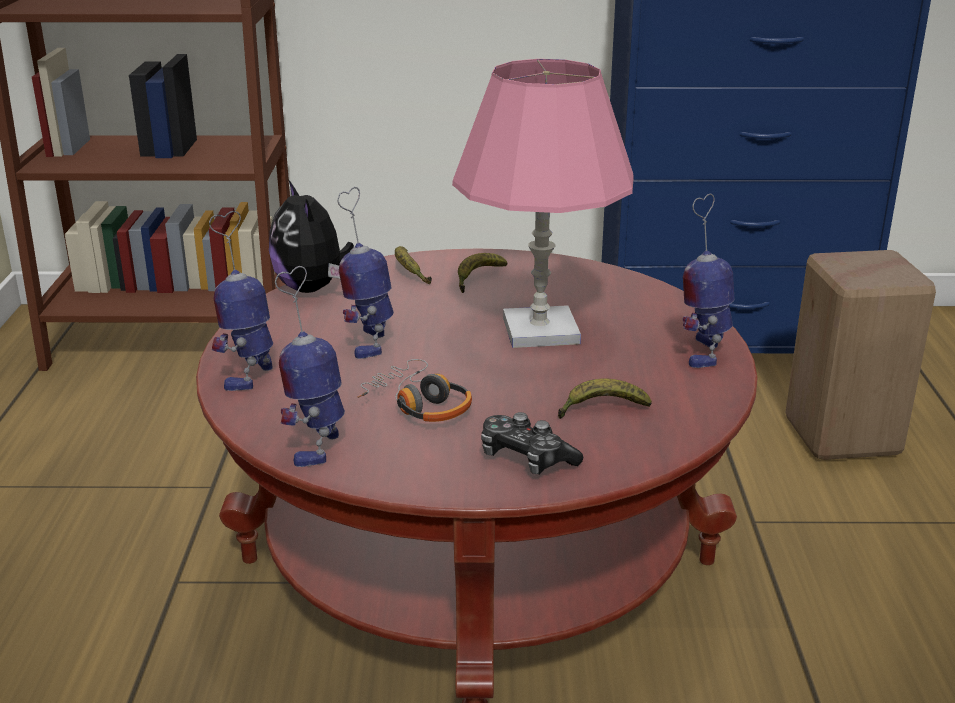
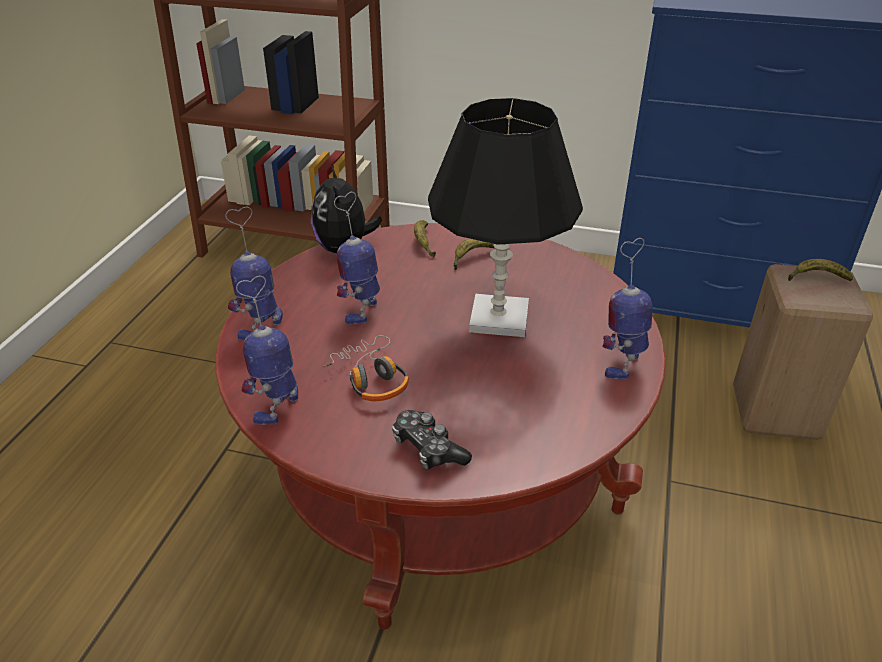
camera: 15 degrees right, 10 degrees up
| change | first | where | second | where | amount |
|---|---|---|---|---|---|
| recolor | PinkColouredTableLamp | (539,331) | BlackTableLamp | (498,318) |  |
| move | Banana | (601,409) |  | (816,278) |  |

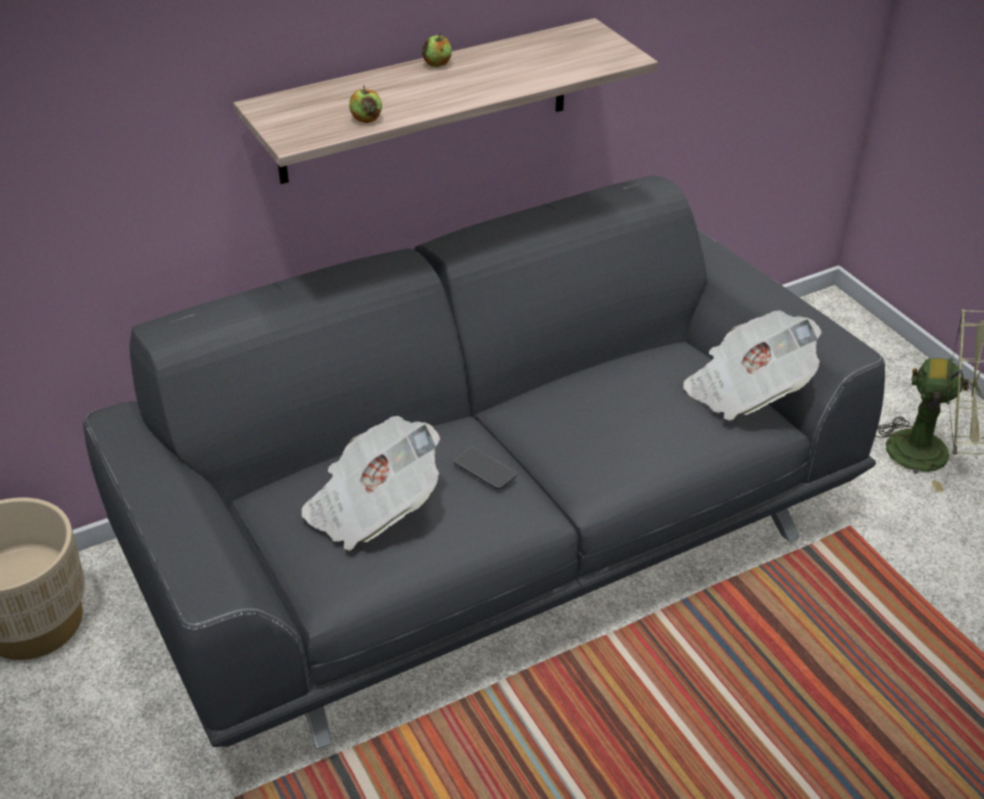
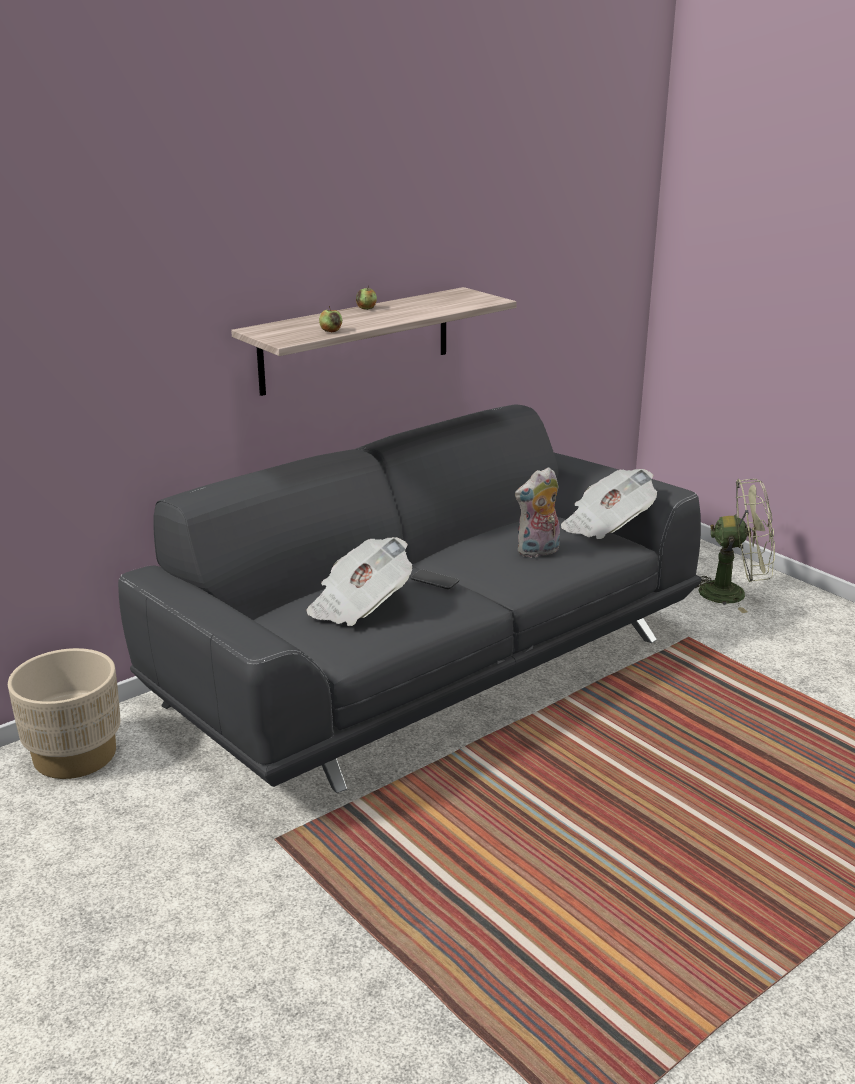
camera: 10 degrees left, 15 degrees down
| change | first | where | second | where | amount |
|---|---|---|---|---|---|
| insert |  |  | CuddlyToy | (538,552) |  |

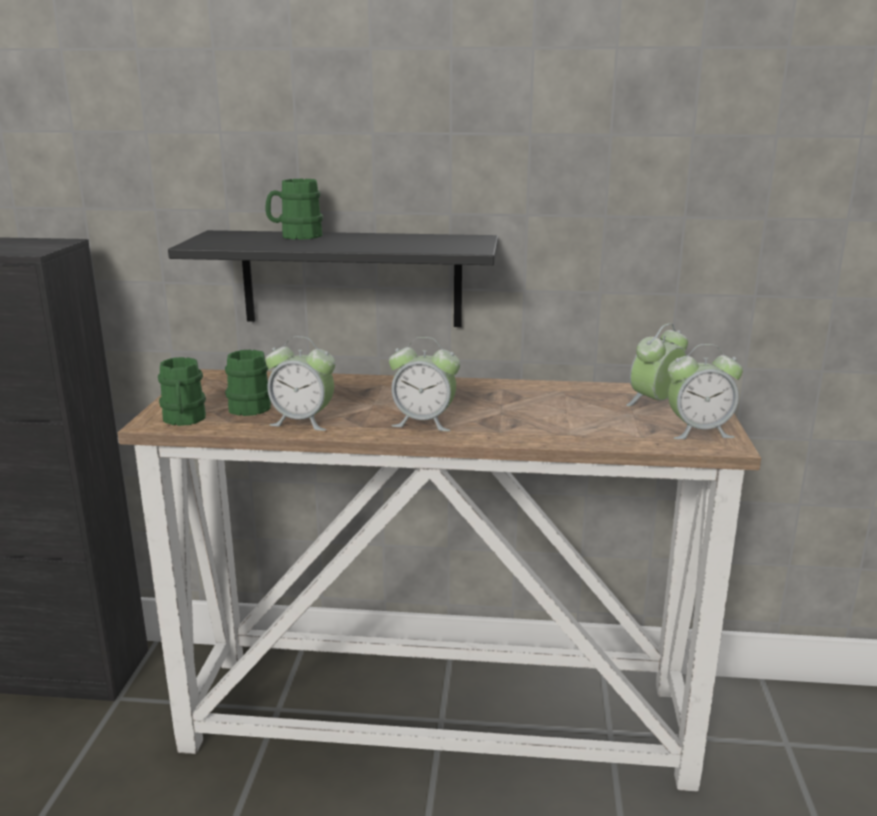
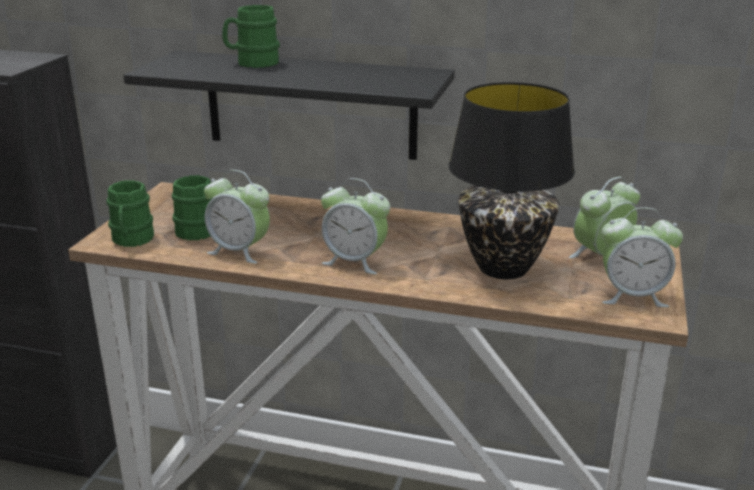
camera: 10 degrees right, 5 degrees up
| change | first | where | second | where | amount |
|---|---|---|---|---|---|
| insert |  |  | BlackTableLamp | (504,268) |  |

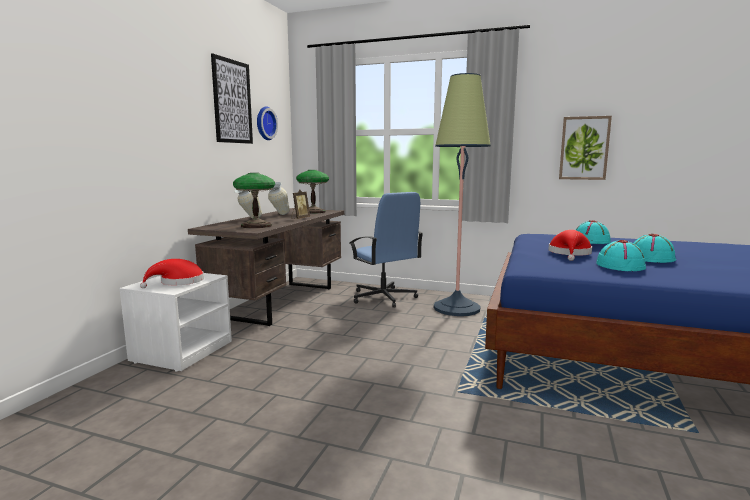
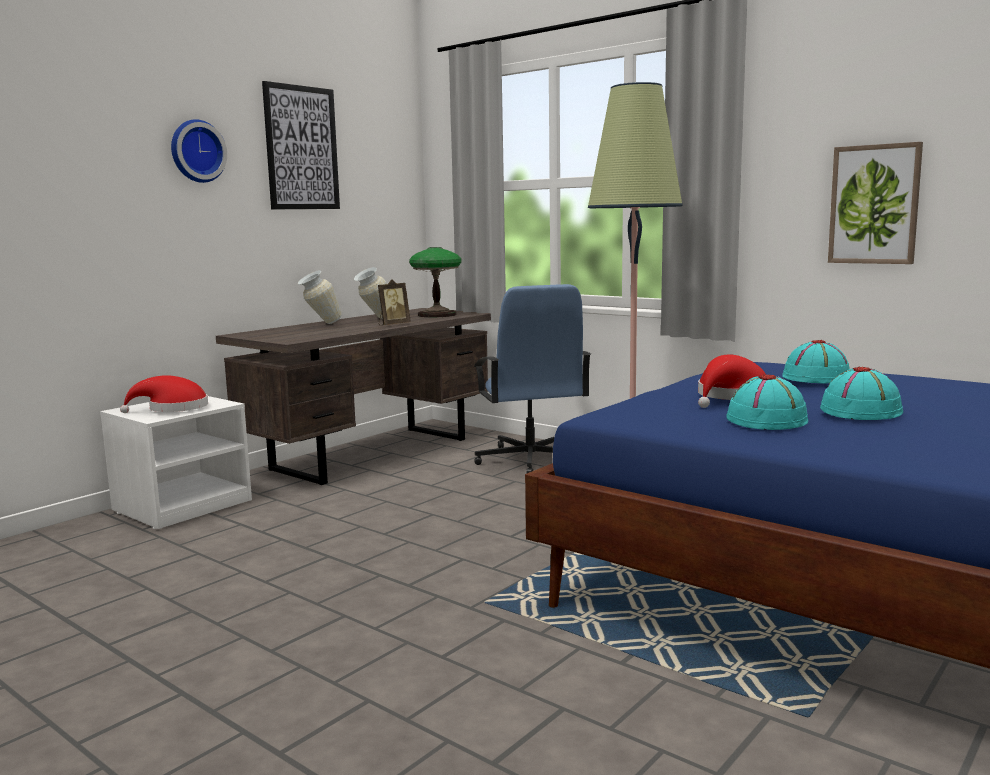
camera: 20 degrees right, 0 degrees up
| change | first | where | second | where | amount |
|---|---|---|---|---|---|
| move | WallClock | (264,123) |  | (196,151) |  |
| delete | TableLamp | (256,226) |  |  |  |

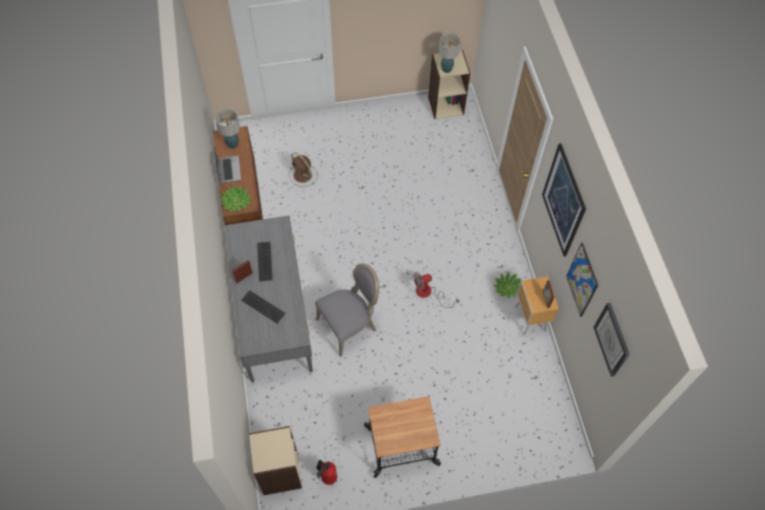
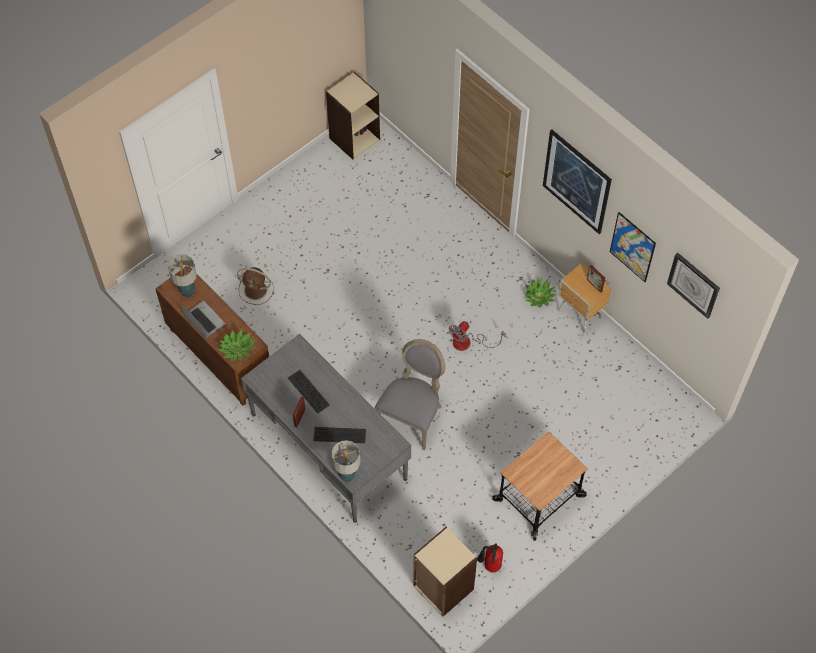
camera: 30 degrees left, 0 degrees up
| change | first | where | second | where | amount |
|---|---|---|---|---|---|
| move | TableLamp | (447,69) |  | (348,476) |  |

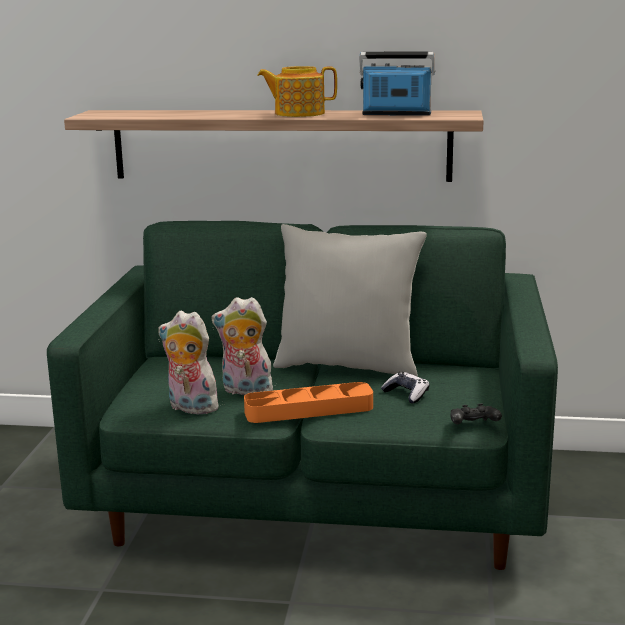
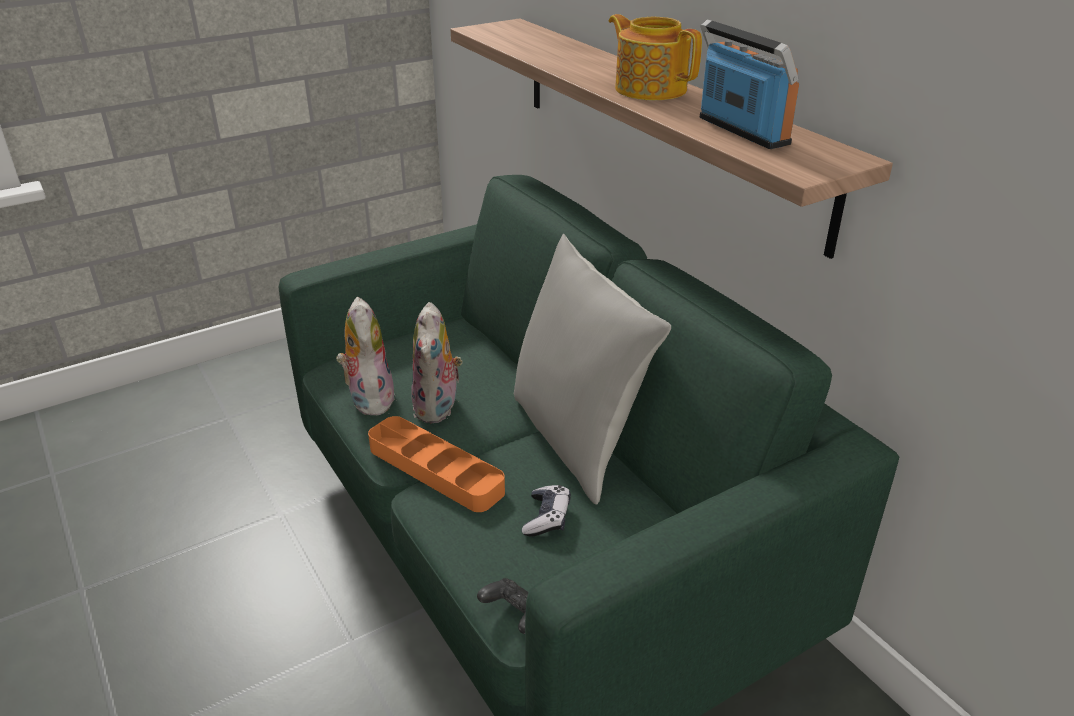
camera: 50 degrees right, 15 degrees up
| change | first | where | second | where | amount |
|---|---|---|---|---|---|
| rotate | CuddlyToy | (245,391) |  | (438,408) | 150 degrees counterclockwise |

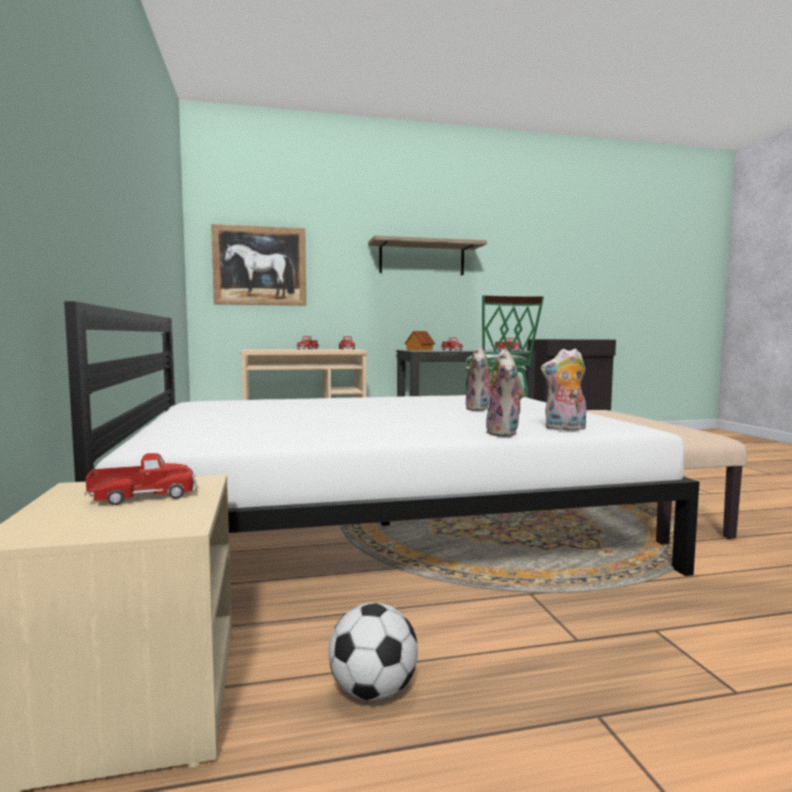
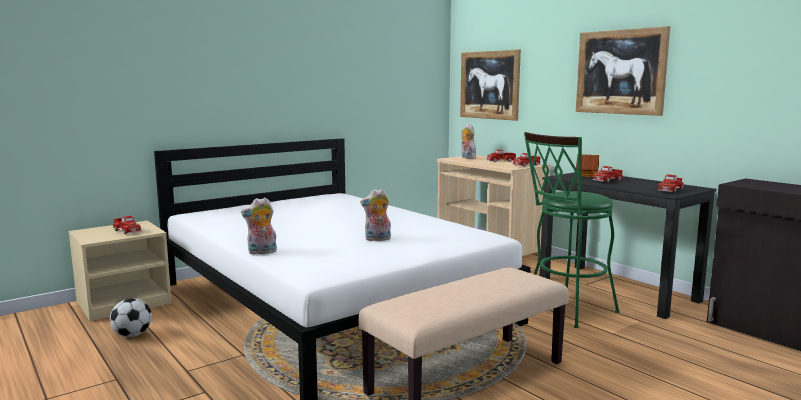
camera: 65 degrees right, 5 degrees up
| change | first | where | second | where | amount |
|---|---|---|---|---|---|
| replace | Shelf | (422,258) | WallPicture | (620,72) |  |
| move | CuddlyToy | (565,429) |  | (467,158) |  |

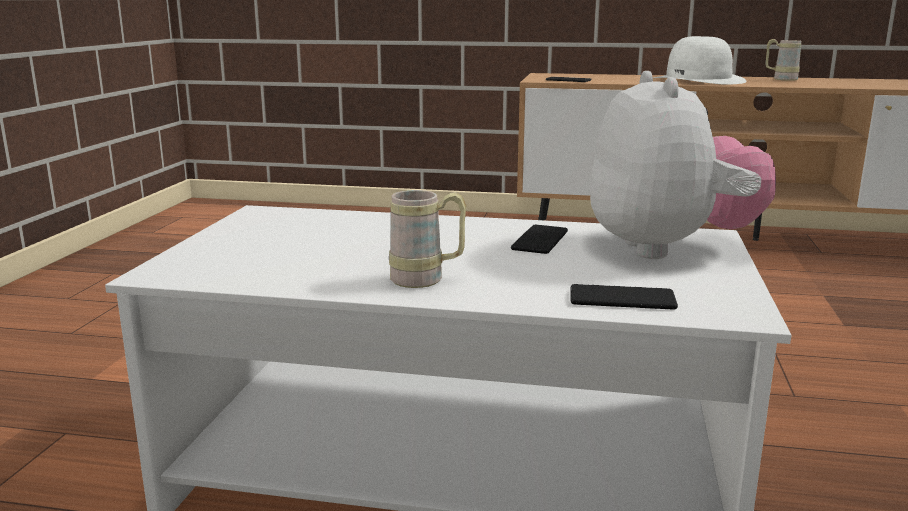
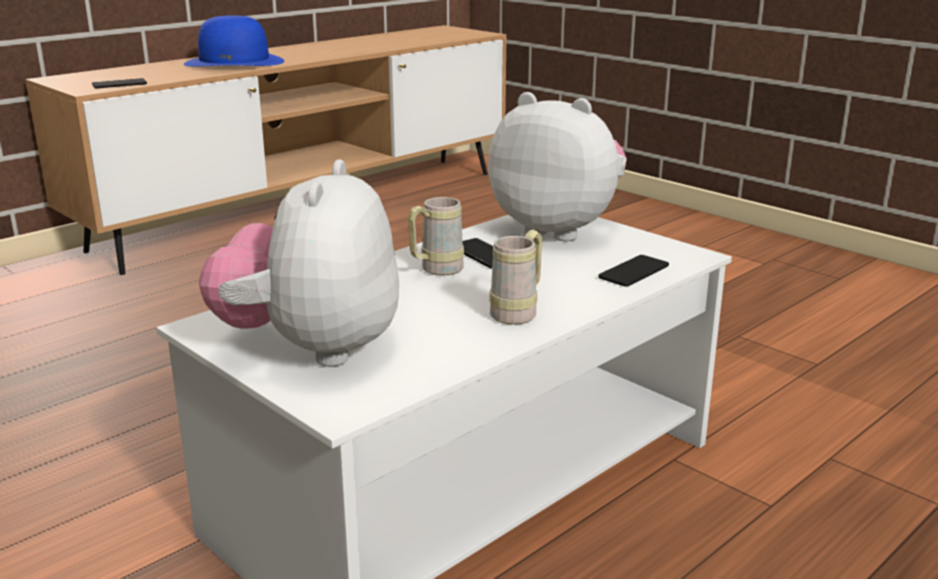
camera: 55 degrees left, 5 degrees up
| change | first | where | second | where | amount |
|---|---|---|---|---|---|
| recolor | WhiteColouredWearableHat | (698,80) | BlueWearableHat | (235,62) |  |
| move | BeigeColouredTeaMug | (780,79) |  | (435,270) |  |
| insert |  |  | CuddlyToy | (312,349) |  |

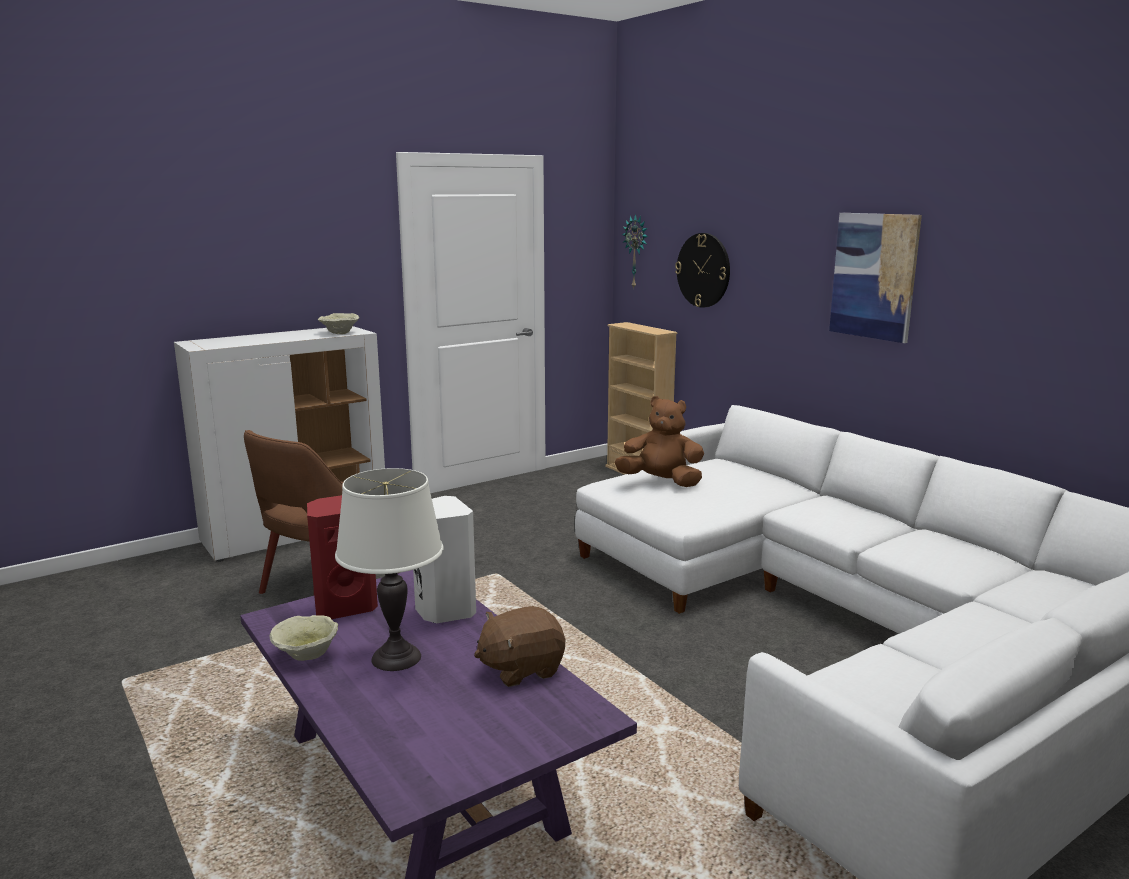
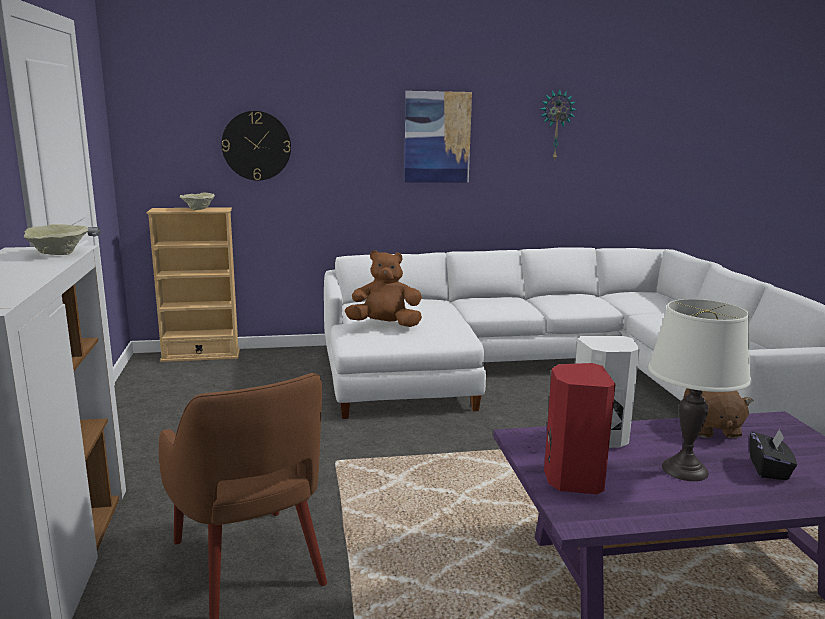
camera: 65 degrees left, 0 degrees up
| change | first | where | second | where | amount |
|---|---|---|---|---|---|
| move | WallClock | (637,252) |  | (555,125) |  |
| rotate | BrownColouredCuddlyToy | (661,482) |  | (385,325) | 45 degrees clockwise |
| move | BeigeColouredBowl | (306,654) |  | (197,209) |  |
| insert |  |  | BlackTissueHolder | (769,469) |  |

